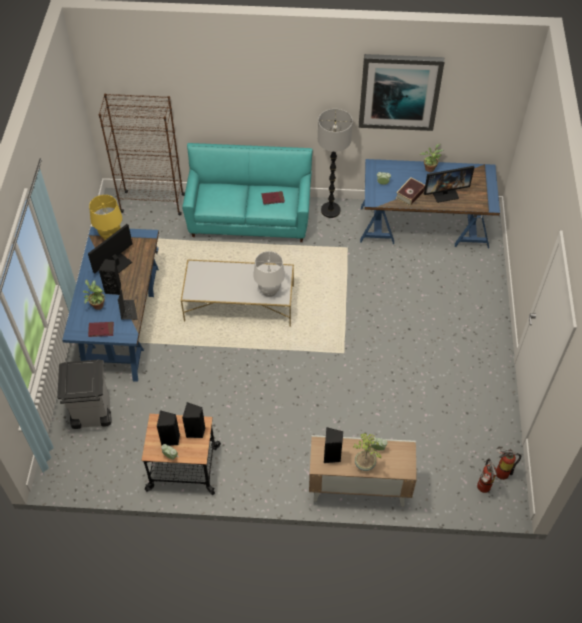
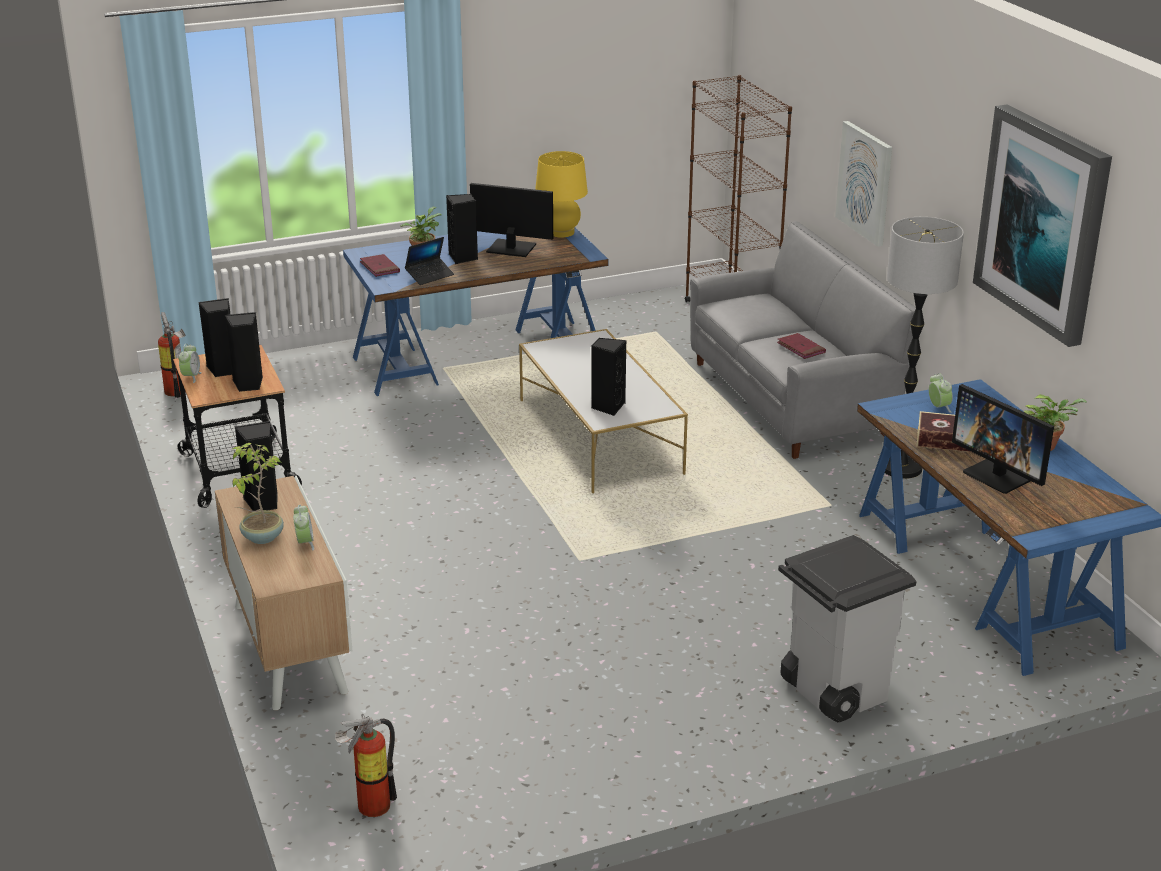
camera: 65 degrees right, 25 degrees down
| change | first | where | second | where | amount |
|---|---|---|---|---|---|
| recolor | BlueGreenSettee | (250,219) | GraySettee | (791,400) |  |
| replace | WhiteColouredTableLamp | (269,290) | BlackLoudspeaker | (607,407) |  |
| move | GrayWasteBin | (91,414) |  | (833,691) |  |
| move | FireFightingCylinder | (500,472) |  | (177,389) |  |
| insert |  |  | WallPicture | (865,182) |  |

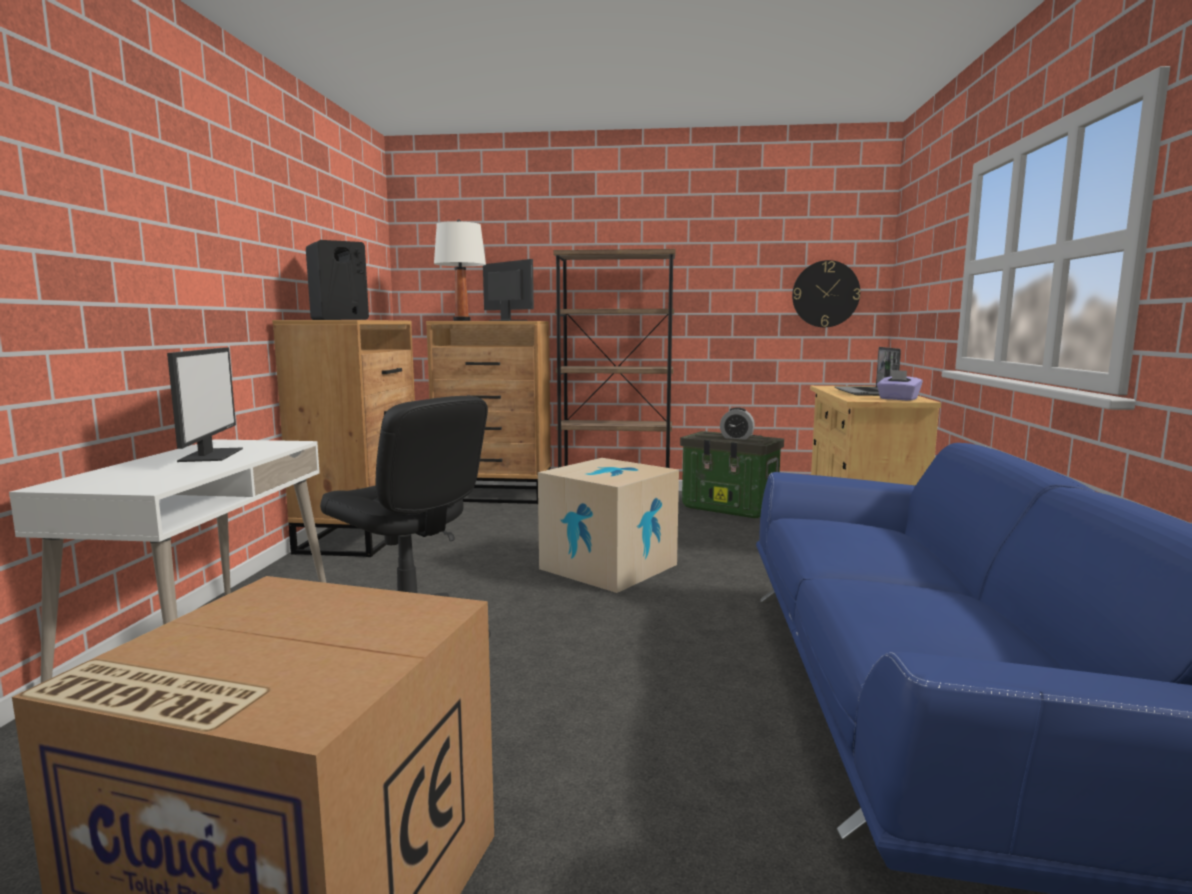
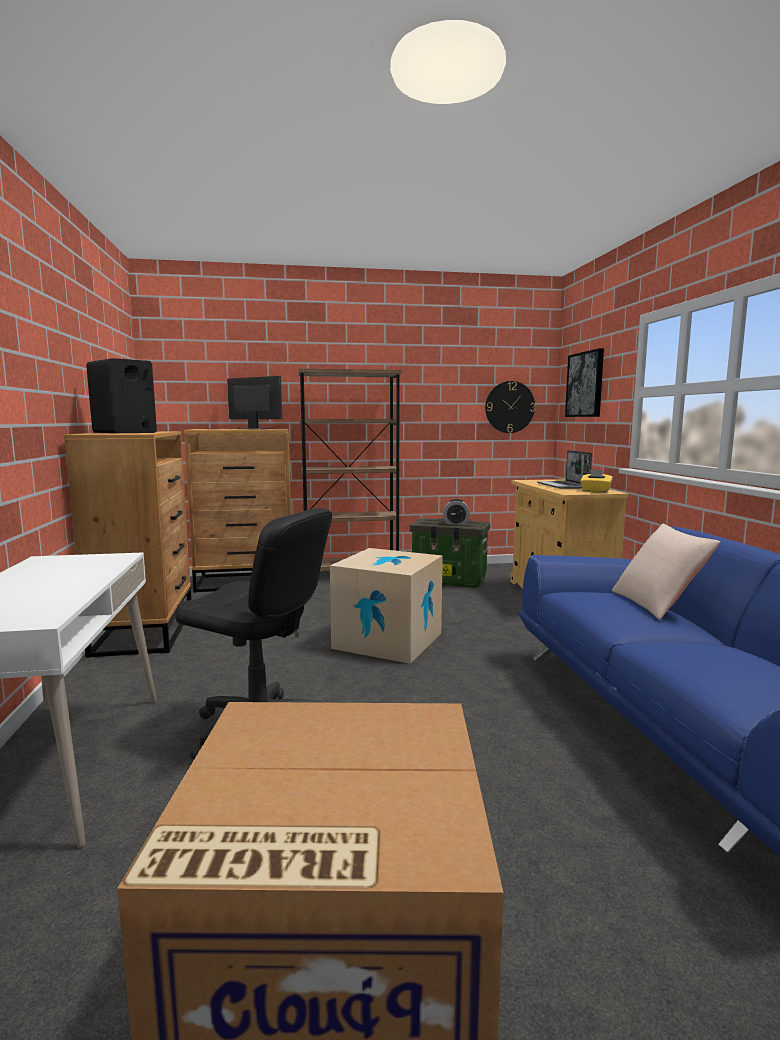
camera: 15 degrees left, 0 degrees up
| change | first | where | second | where | amount |
|---|---|---|---|---|---|
| delete | WhiteColouredTableLamp | (461,320) |  |  |  |
| delete | ComputerDisplay | (210,455) |  |  |  |
| recolor | PurpleColouredTissueHolder | (898,399) | YellowTissueHolder | (595,491) |  |
| insert |  |  | WallPicture | (585,384) |  |
| insert |  |  | BeigeColouredThrowPillow | (658,603) |  |

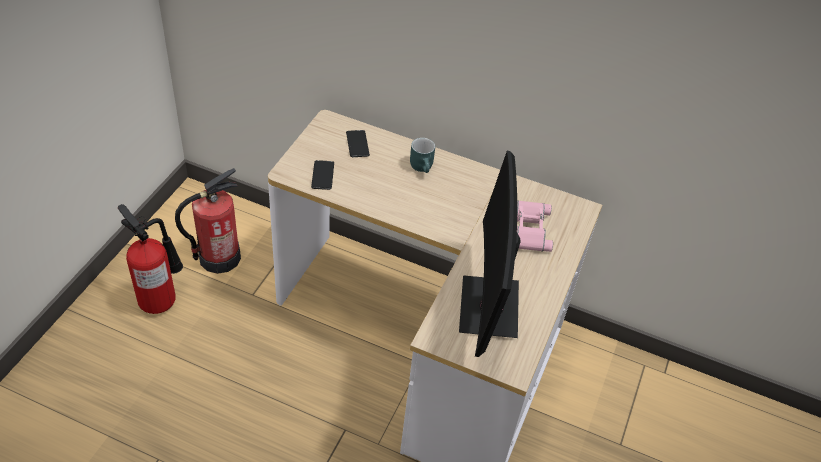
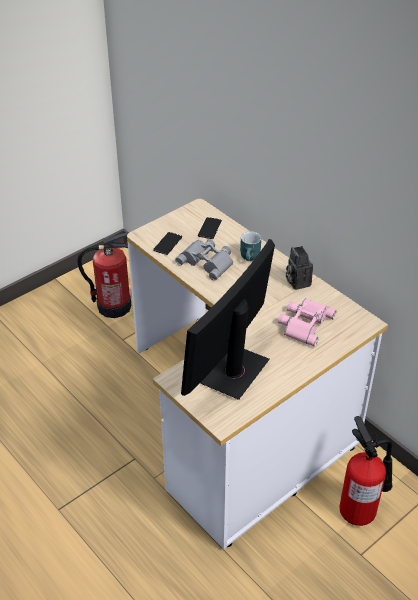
camera: 30 degrees right, 5 degrees down
| change | first | where | second | where | amount |
|---|---|---|---|---|---|
| move | FireFightingCylinder | (161,298) |  | (361,509) |  |
| insert |  |  | GrayFieldGlasses | (207,261) |  |
| insert |  |  | PhotoCamera | (297,282) |  |

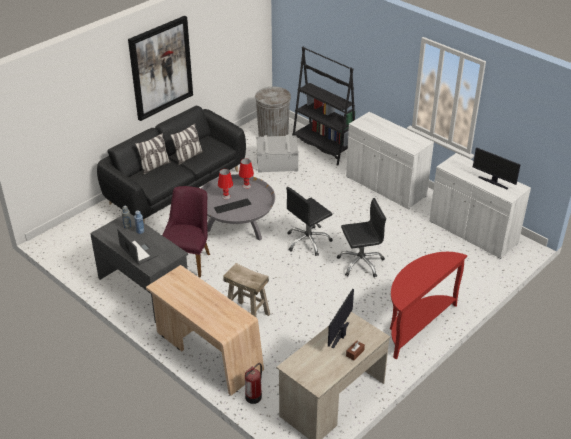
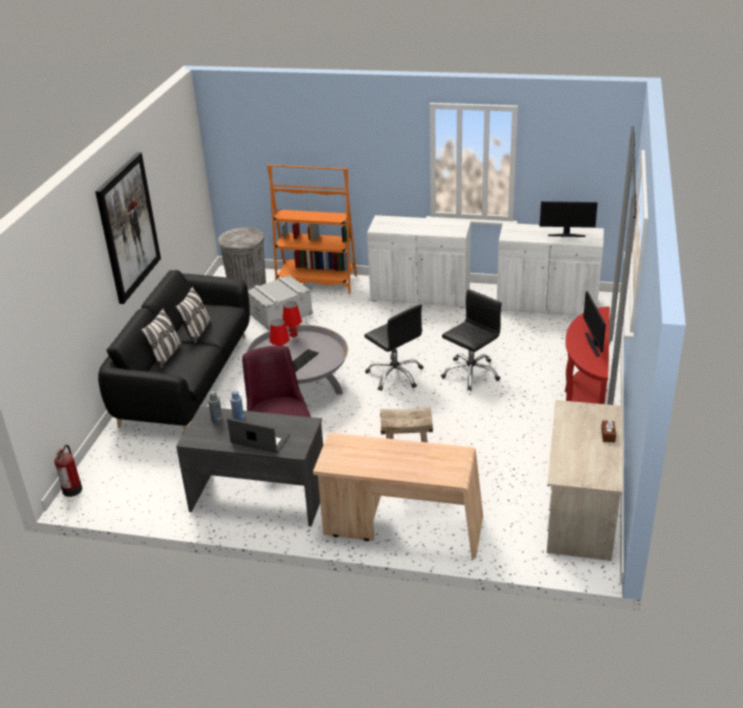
camera: 30 degrees left, 5 degrees down
| change | first | where | second | where | amount |
|---|---|---|---|---|---|
| recolor | BlackBookcase | (324,147) | OrangeyBookcase | (316,282) |  |
| rotate | BlackOfficeChair | (308,241) |  | (395,375) | 60 degrees counterclockwise |
| move | ComputerDisplay | (341,335) |  | (593,344) |  |
| move | FireFightingCylinder | (254,396) |  | (72,489) |  |

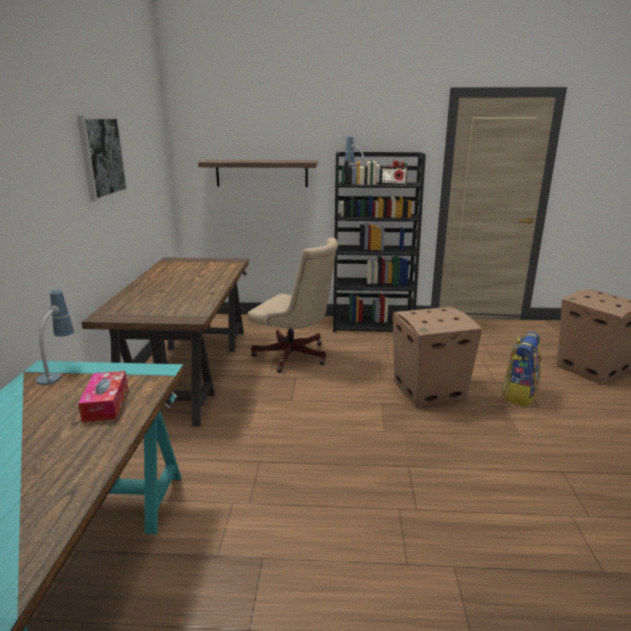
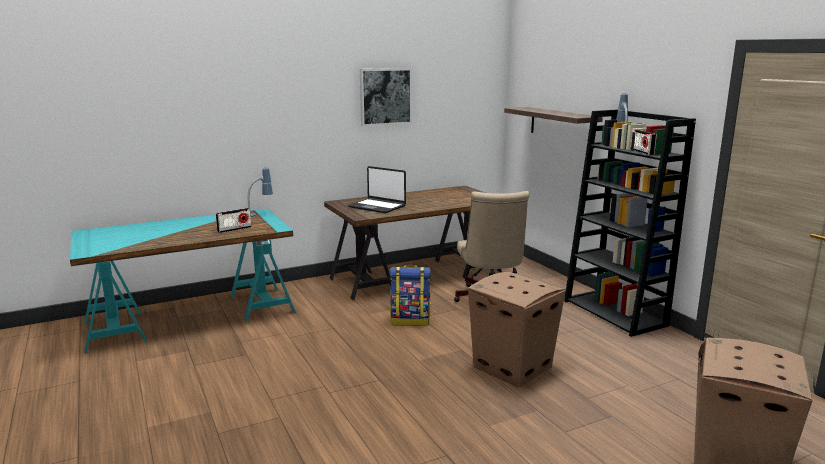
camera: 60 degrees right, 5 degrees down
| change | first | where | second | where | amount |
|---|---|---|---|---|---|
| move | Rucksack | (519,394) |  | (410,320) |  |
| replace | TissueHolder | (106,404) | RadioReceiver | (234,229) |  |
| insert |  |  | NotebookComputer | (377,206) |  |

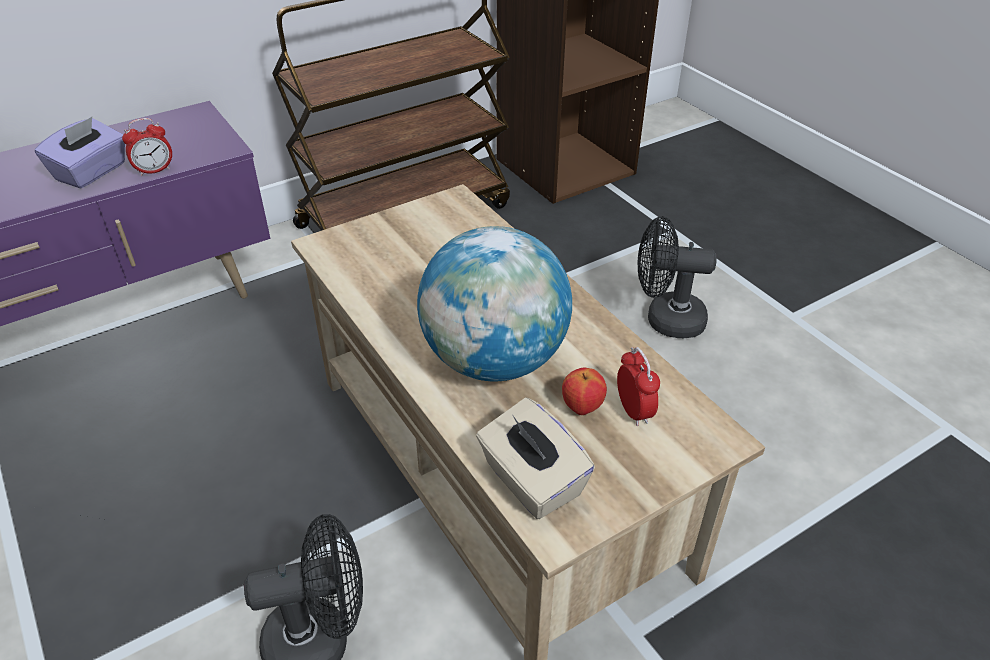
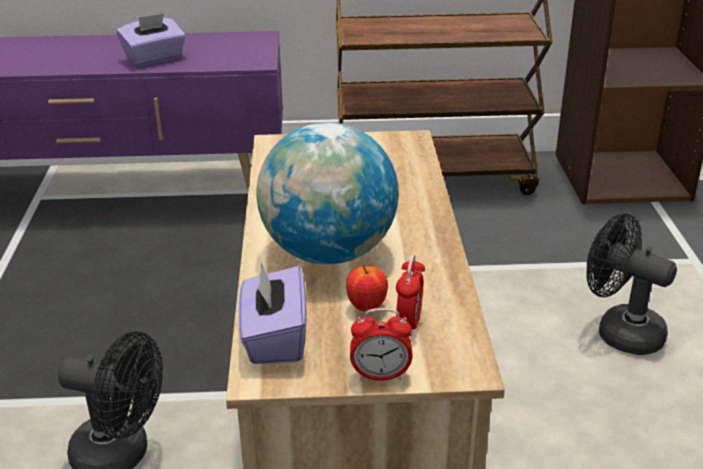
camera: 30 degrees right, 10 degrees down
| change | first | where | second | where | amount |
|---|---|---|---|---|---|
| move | BedsideClock | (155,170) |  | (380,375) |  |
| recolor | BeigeColouredTissueHolder | (531,481) | PurpleColouredTissueHolder | (274,339) |  |

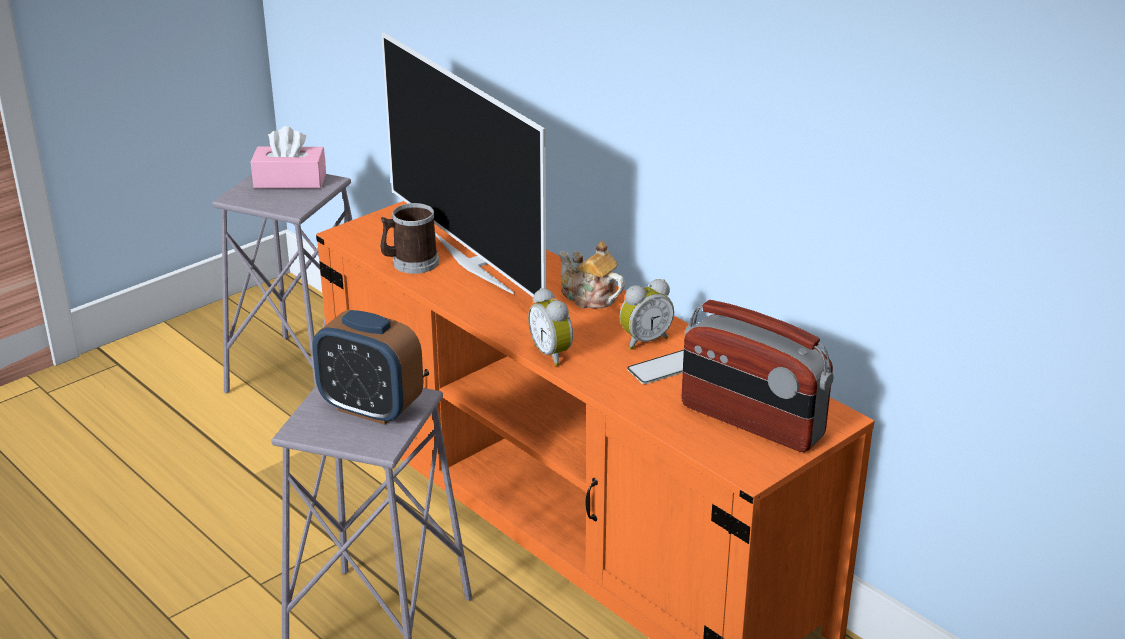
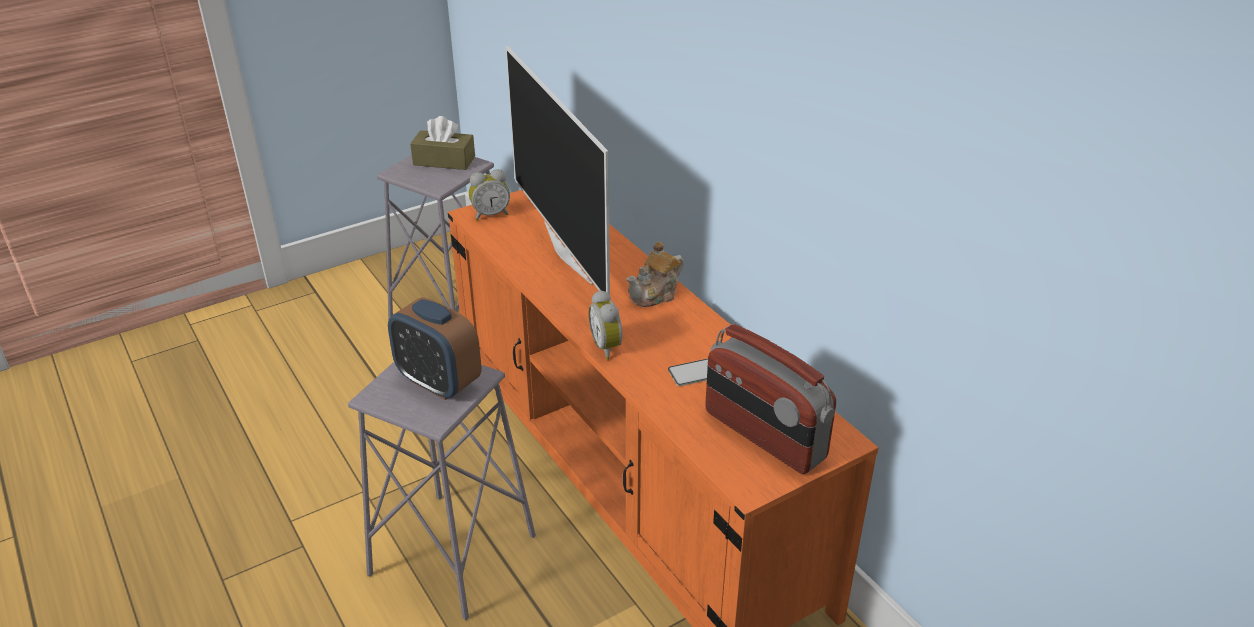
camera: 10 degrees right, 5 degrees up
| change | first | where | second | where | amount |
|---|---|---|---|---|---|
| recolor | PinkColouredTissueHolder | (290,180) | BrownColouredTissueHolder | (444,161) |  |
| delete | TeaMug | (410,263) |  |  |  |
| rotate | PotForTea | (589,297) |  | (655,294) | 90 degrees counterclockwise |
| move | BedsideClock | (644,340) |  | (490,214) |  |

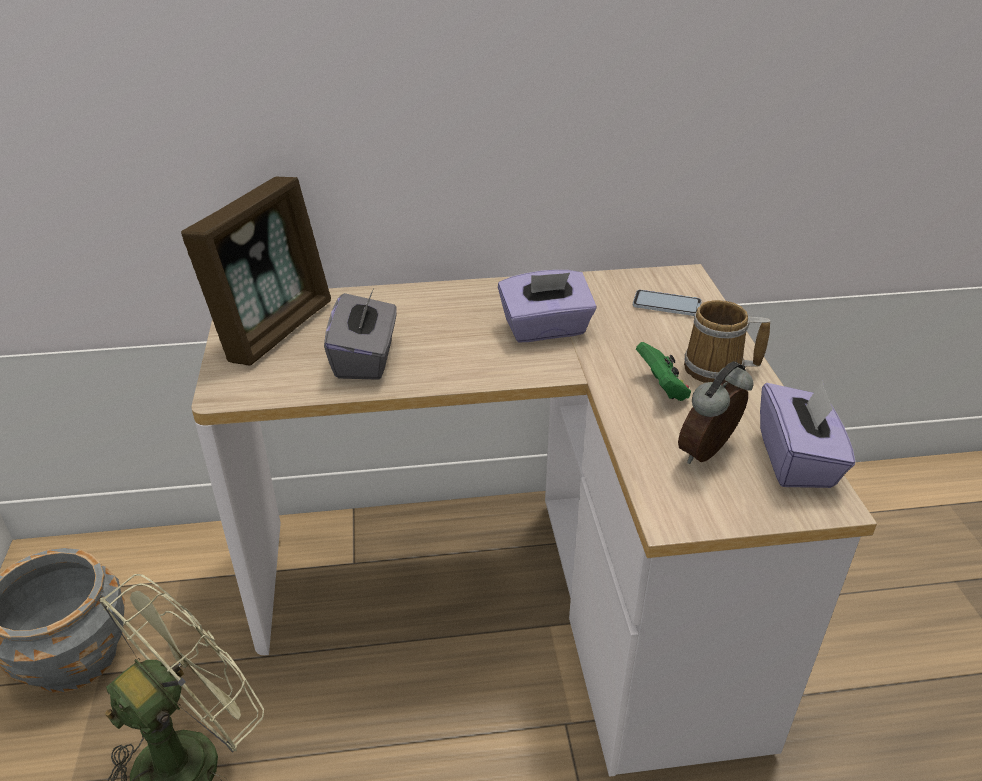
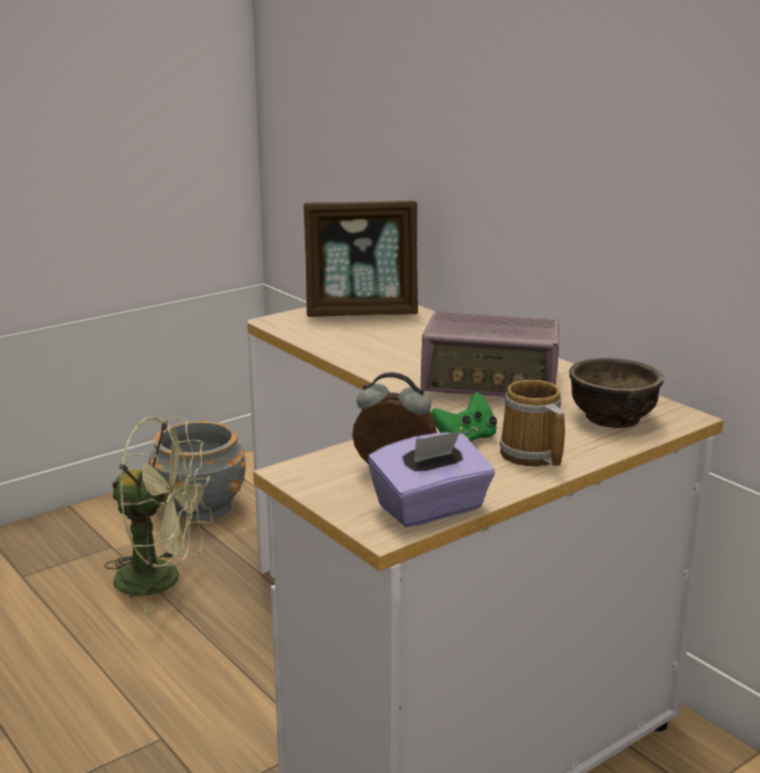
camera: 60 degrees right, 15 degrees down
| change | first | where | second | where | amount |
|---|---|---|---|---|---|
| replace | PurpleColouredTissueHolder | (545,329) | RadioReceiver | (491,384) |  |
| delete | GrayTissueHolder | (365,359) |  |  |  |
| replace | Telephone | (666,305) | BrownColouredBowl | (611,418) |  |

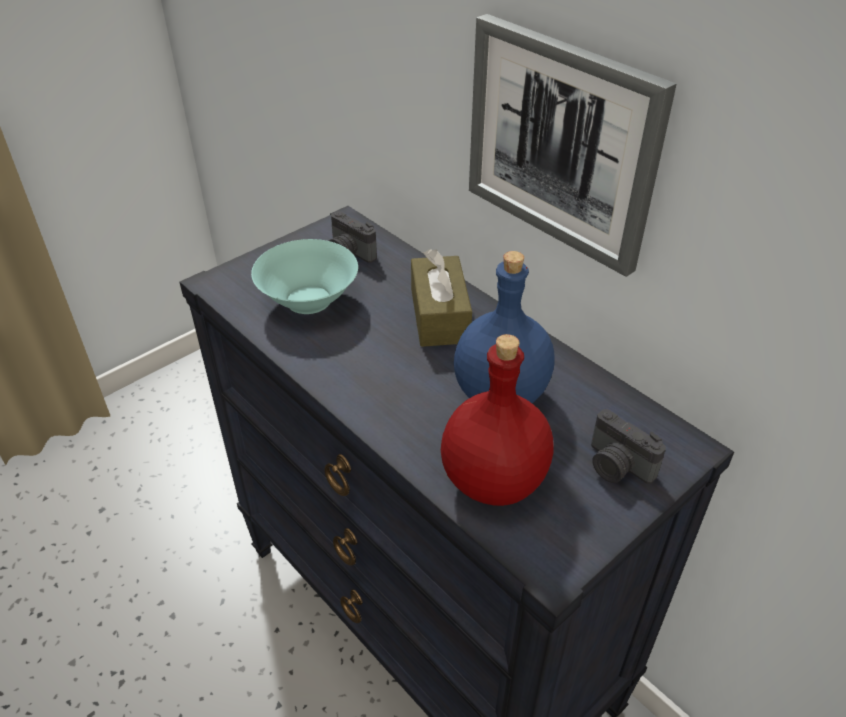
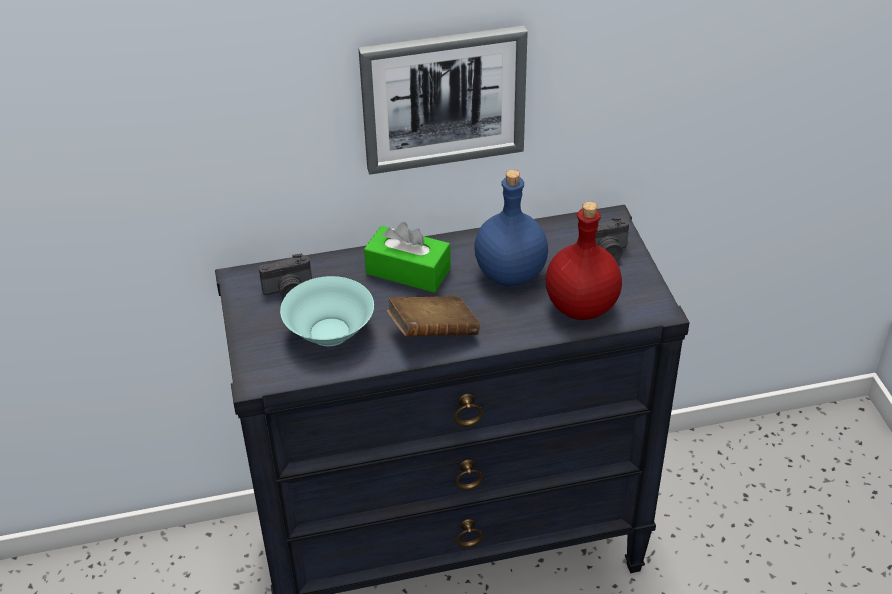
camera: 60 degrees left, 0 degrees up
| change | first | where | second | where | amount |
|---|---|---|---|---|---|
| recolor | BrownColouredTissueHolder | (439,315) | GreenColouredTissueHolder | (408,271) |  |
| insert |  |  | BrownColouredBook | (433,332) |  |

